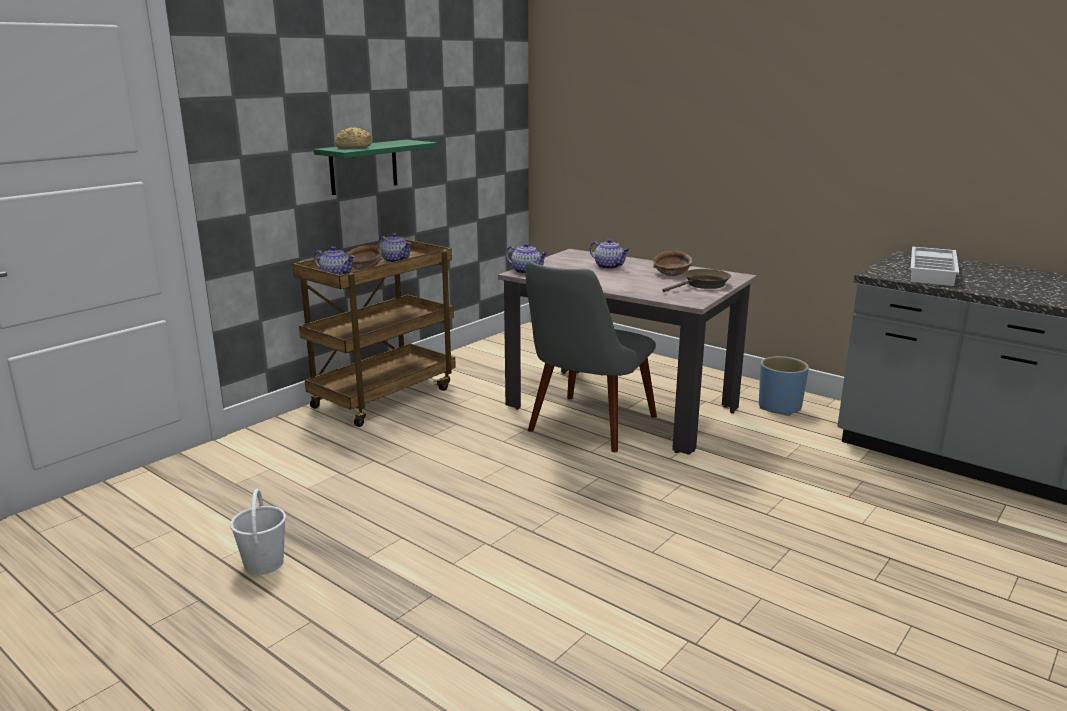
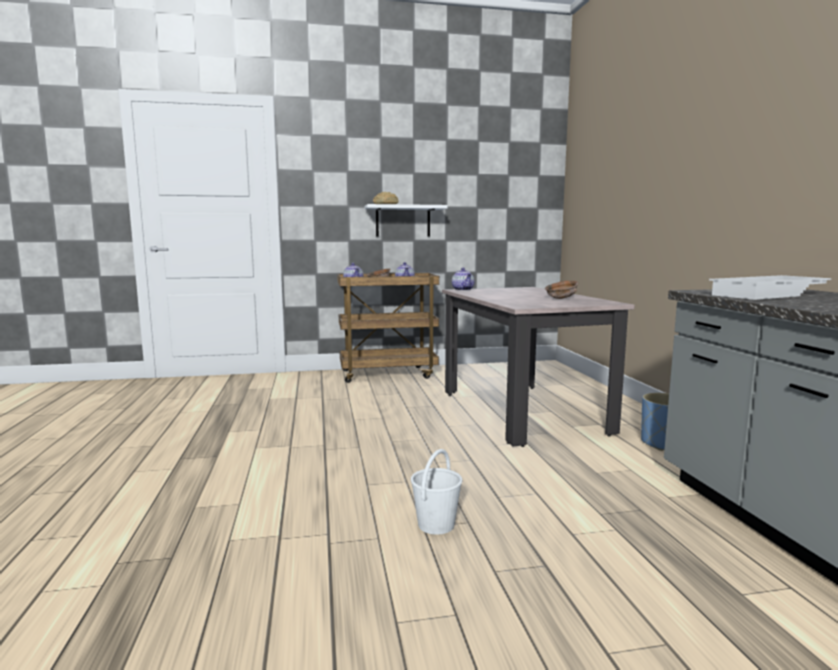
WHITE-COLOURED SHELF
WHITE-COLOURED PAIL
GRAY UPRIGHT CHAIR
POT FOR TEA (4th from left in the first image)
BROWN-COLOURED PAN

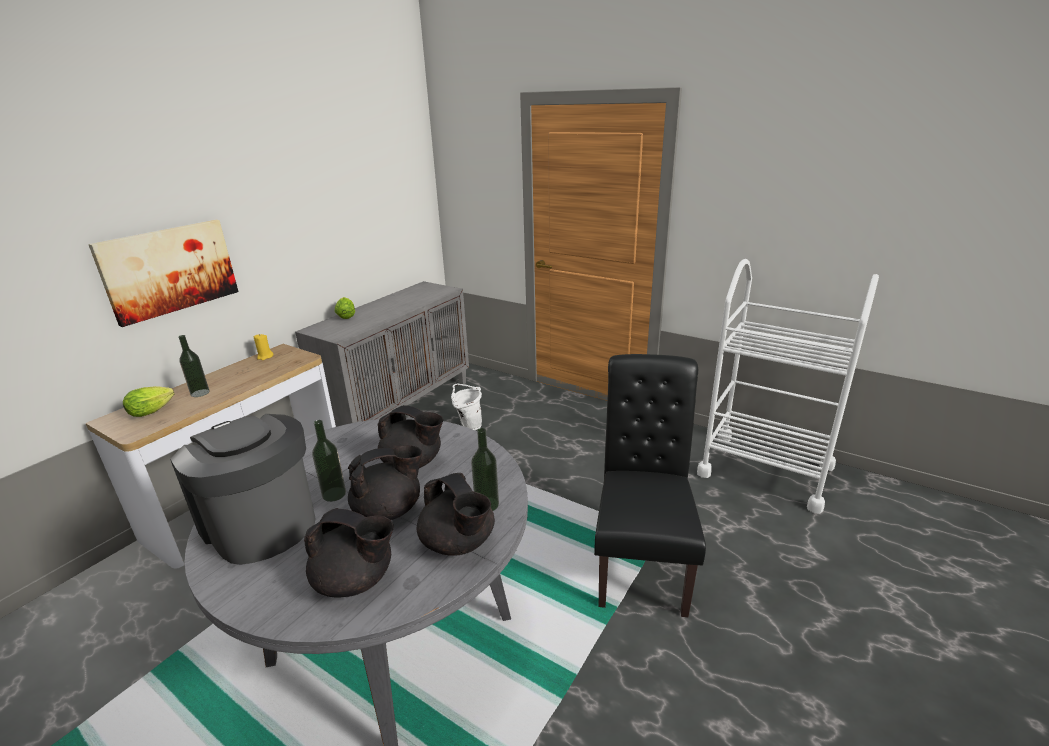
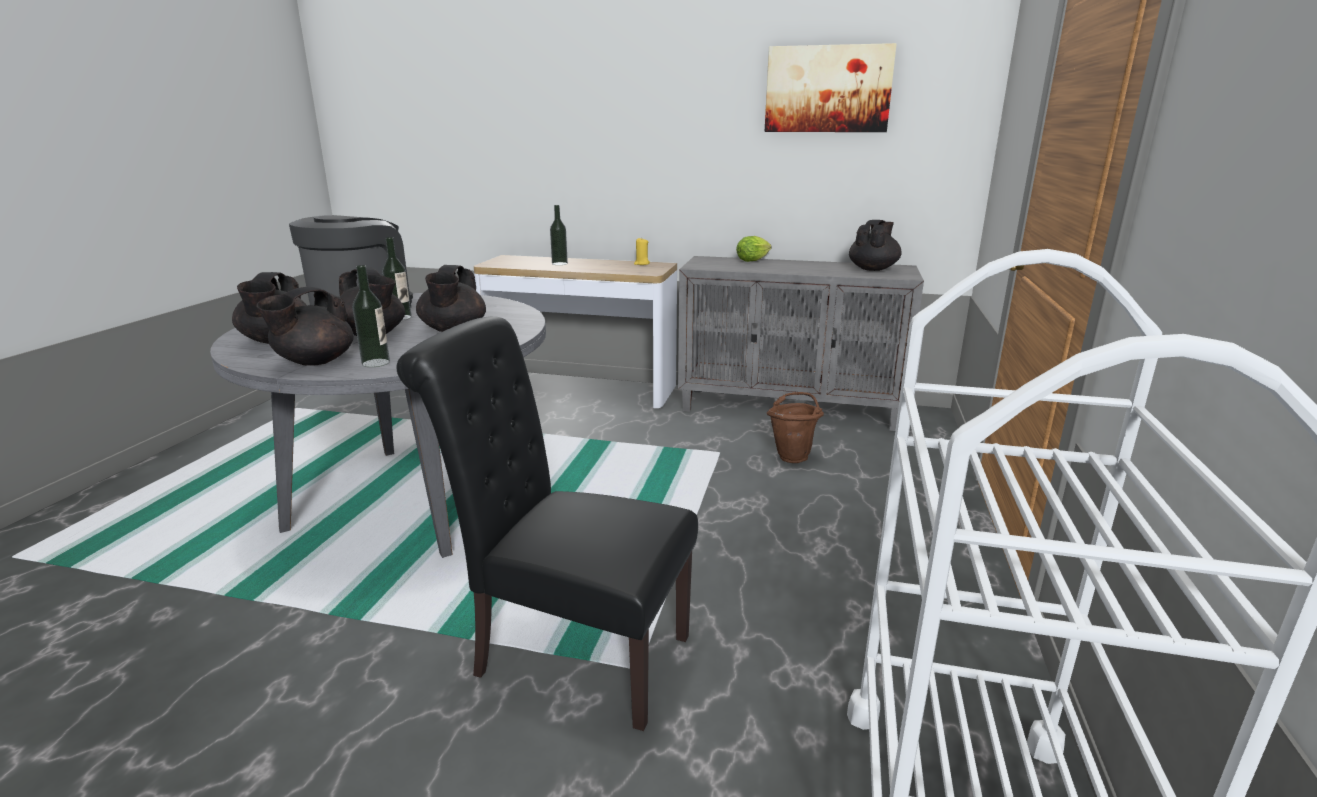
BLACKISH UPRIGHT CHAIR
PICTURE
BROWN-COLOURED PAIL
BLACKISH POT FOR TEA (5th from left)
HEAD OF LETTUCE (1st from left in the first image)

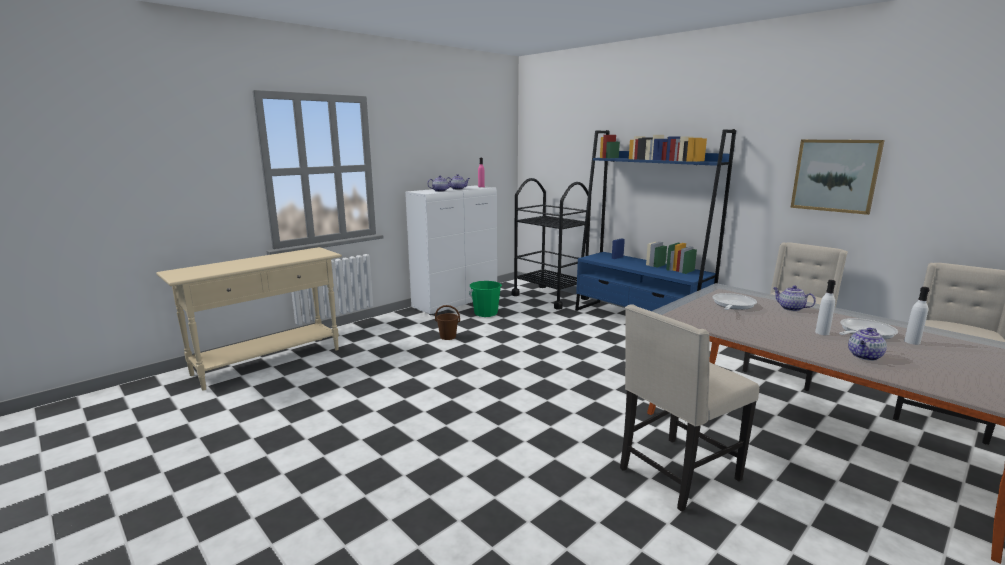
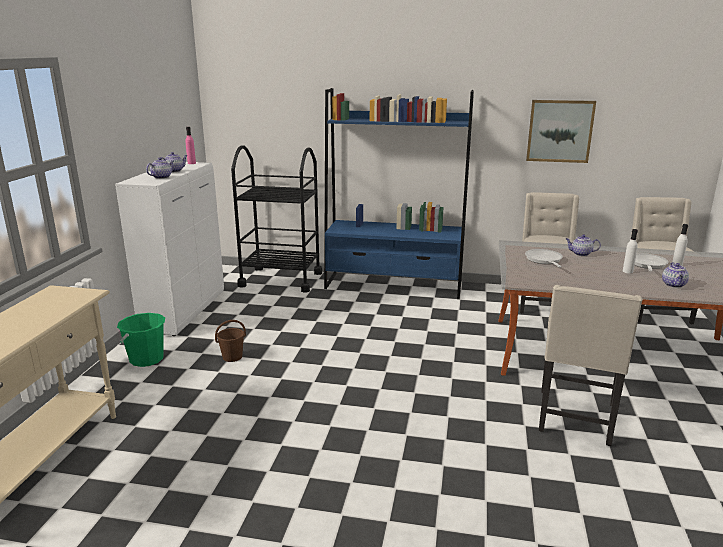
GREENISH PAIL

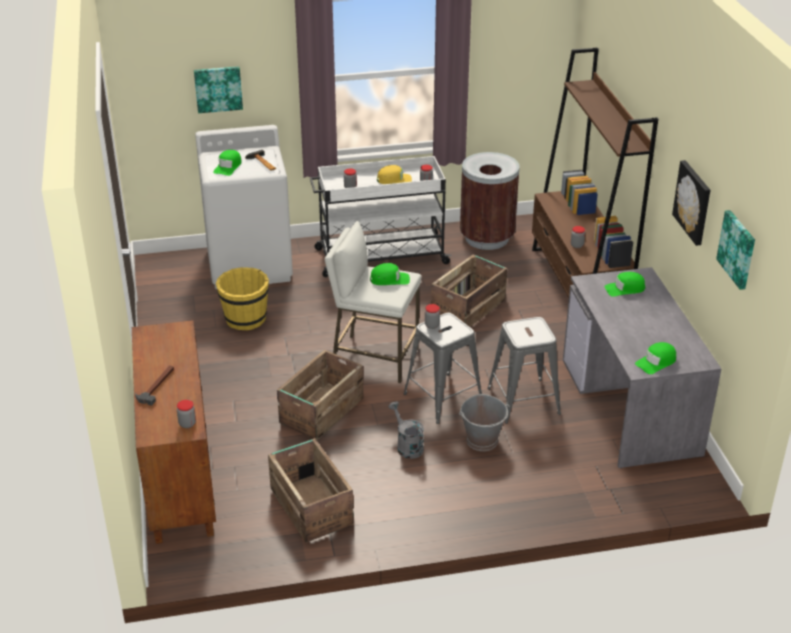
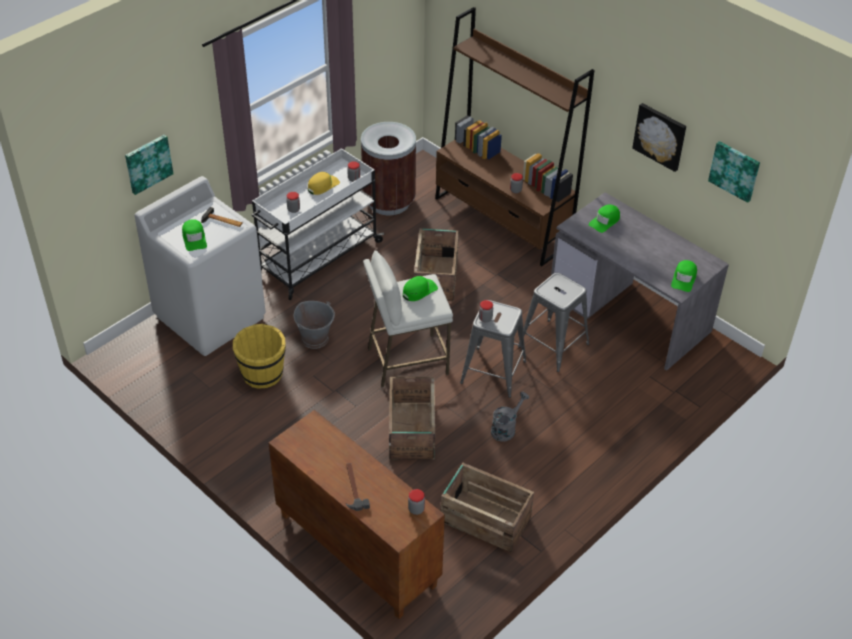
GRAY PAIL
GRAY SPRINKLING CAN

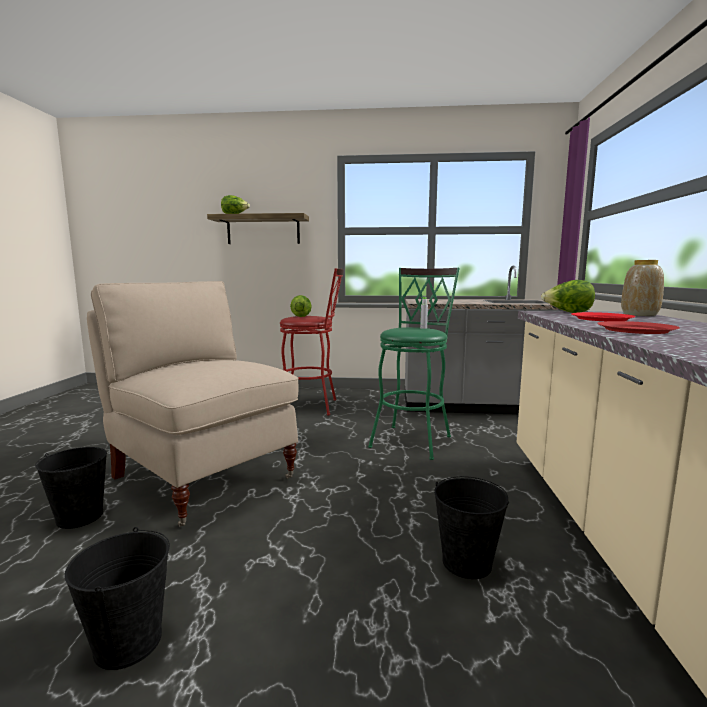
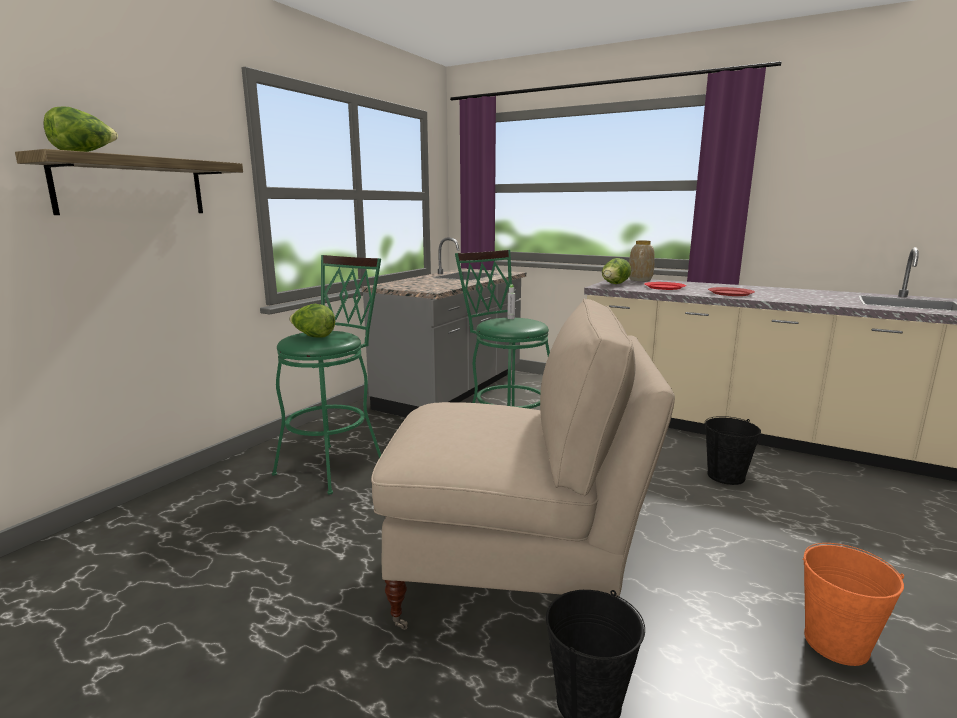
GREENISH STOOL (1st from left)
BEIGE-COLOURED UPRIGHT CHAIR
ORANGE PAIL

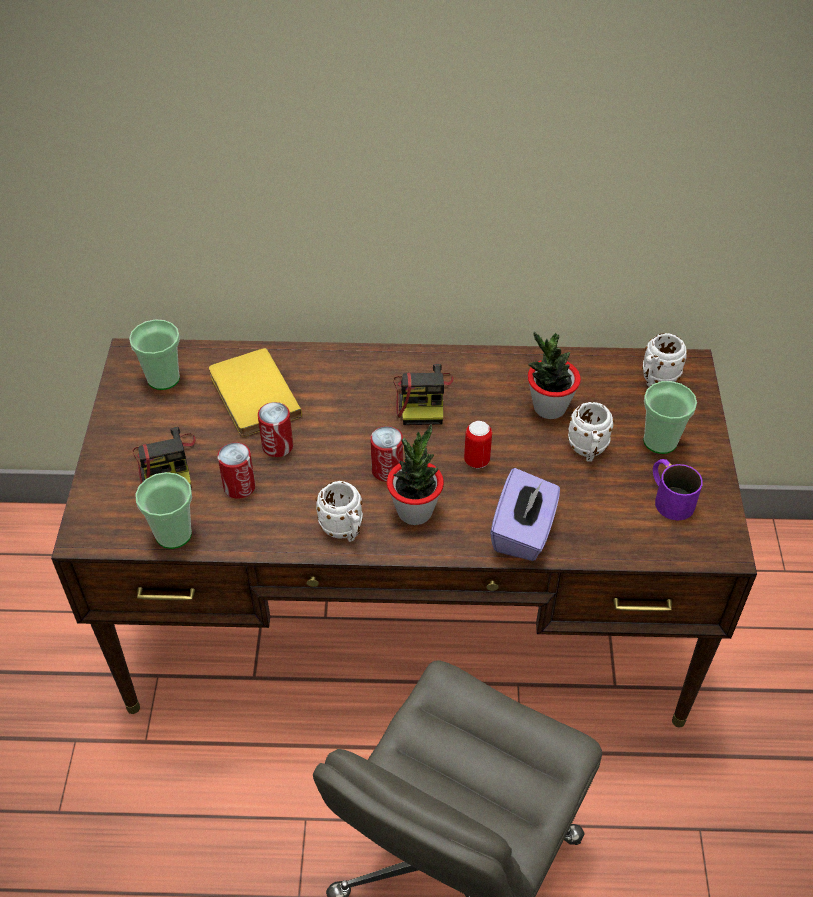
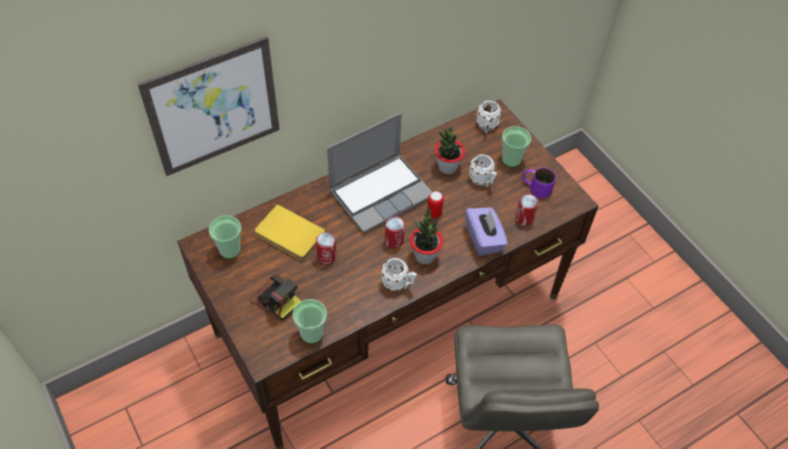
PICTURE
NOTEBOOK COMPUTER
SEALED CAN (4th from left)

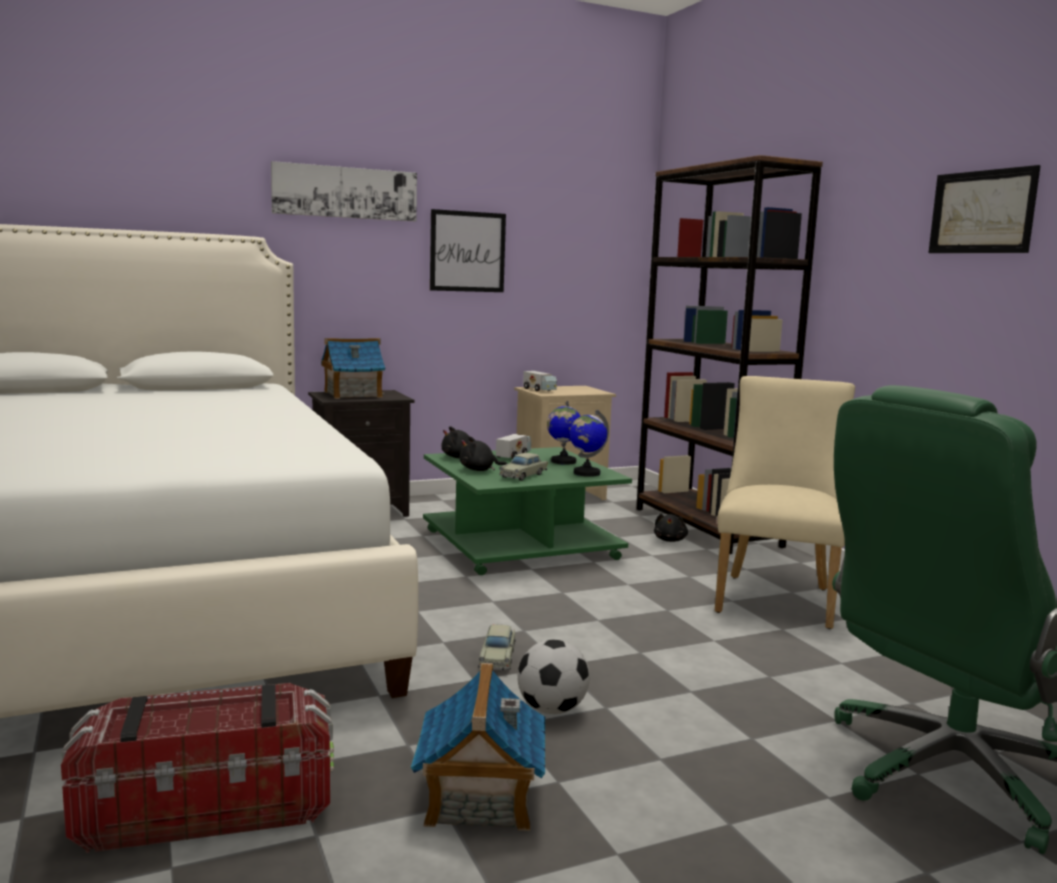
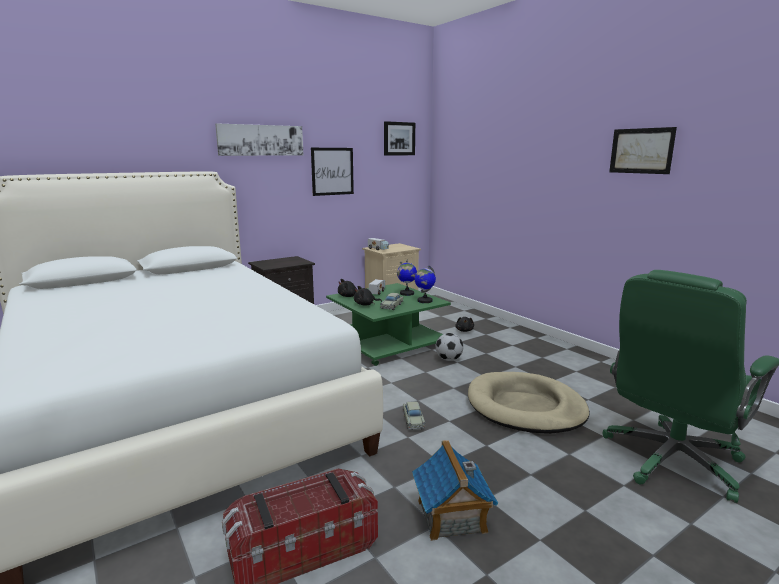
PICTURE (3rd from left)
FOOTBALL BALL
BEIGE-COLOURED DOG BED
MODEL HOUSE (1st from left in the first image)
BROWN-COLOURED SHELVING UNIT
BEIGE-COLOURED UPRIGHT CHAIR

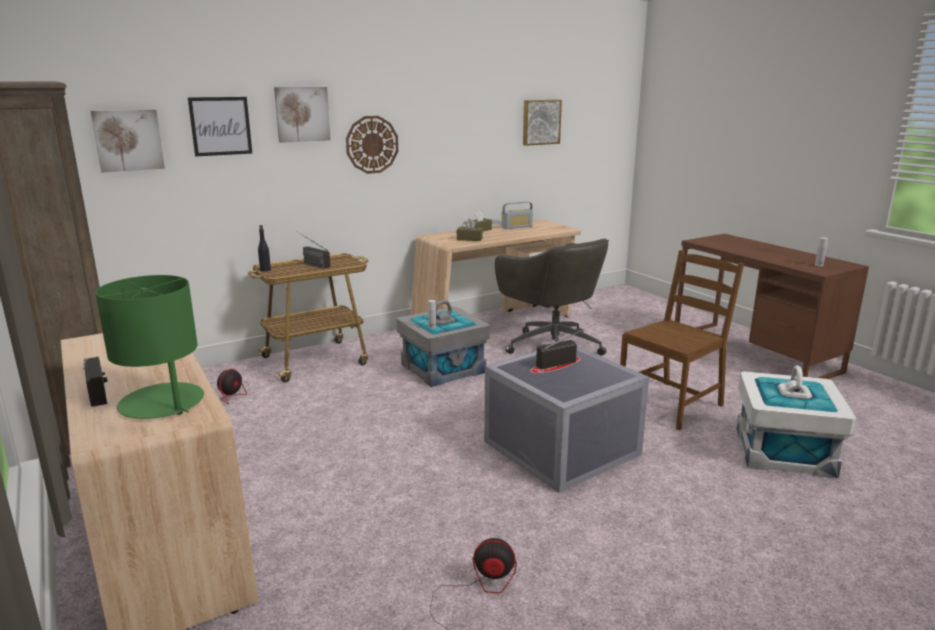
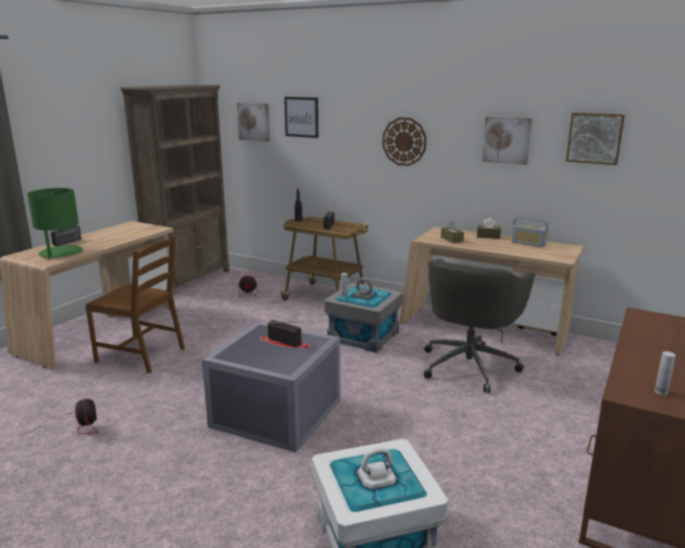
BROWN-COLOURED UPRIGHT CHAIR
PICTURE (3rd from left)

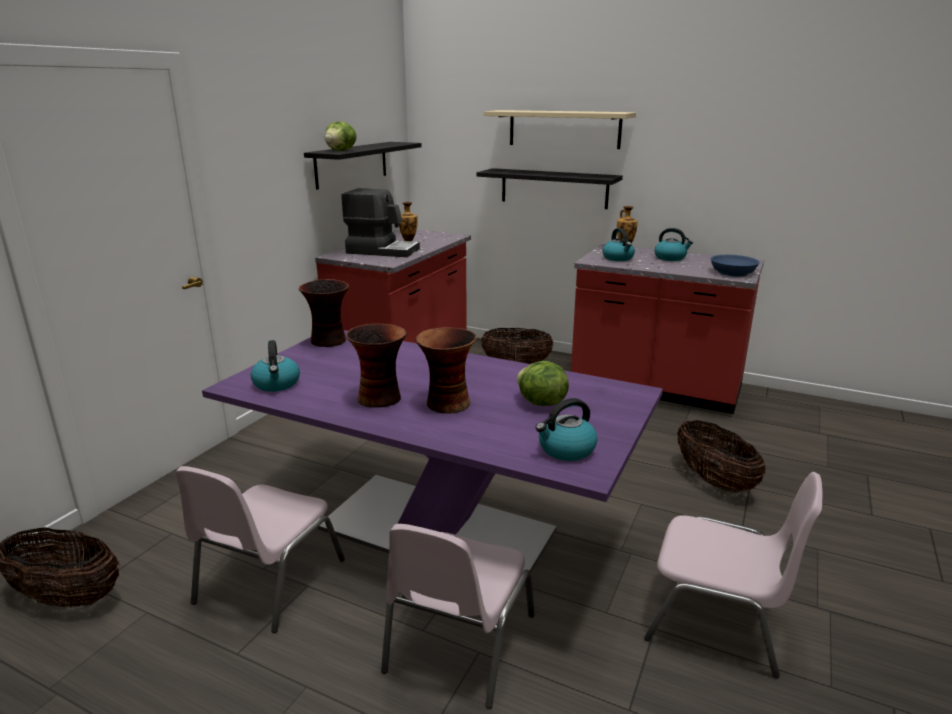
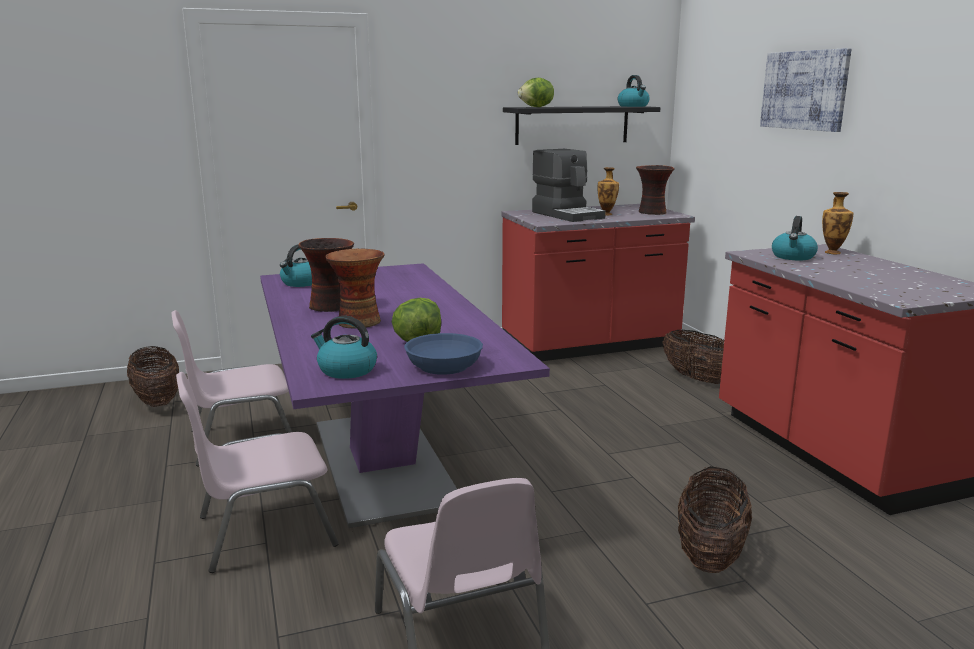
BLUE BOWL
KETTLE (3rd from left)
DECORATIVE VASE (4th from left)
PICTURE
BLACKISH SHELF (2nd from left in the first image)

